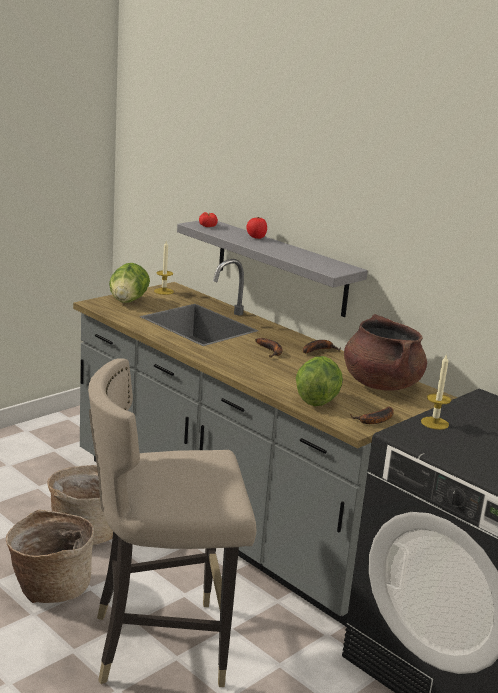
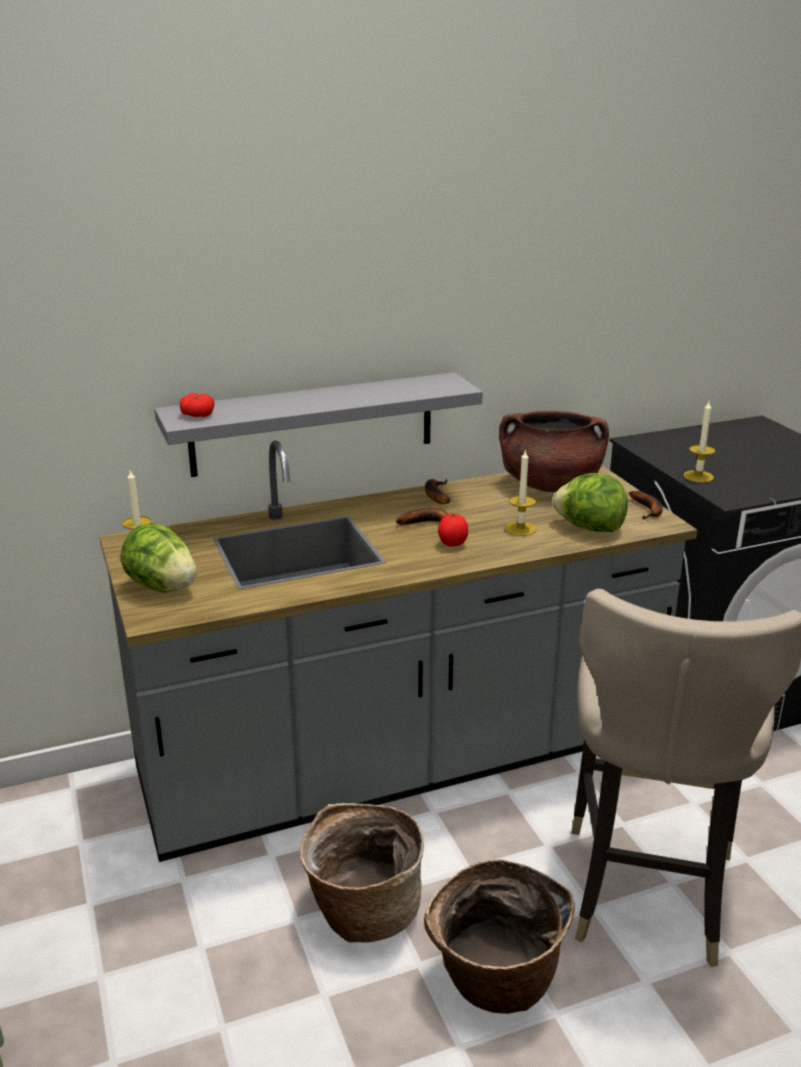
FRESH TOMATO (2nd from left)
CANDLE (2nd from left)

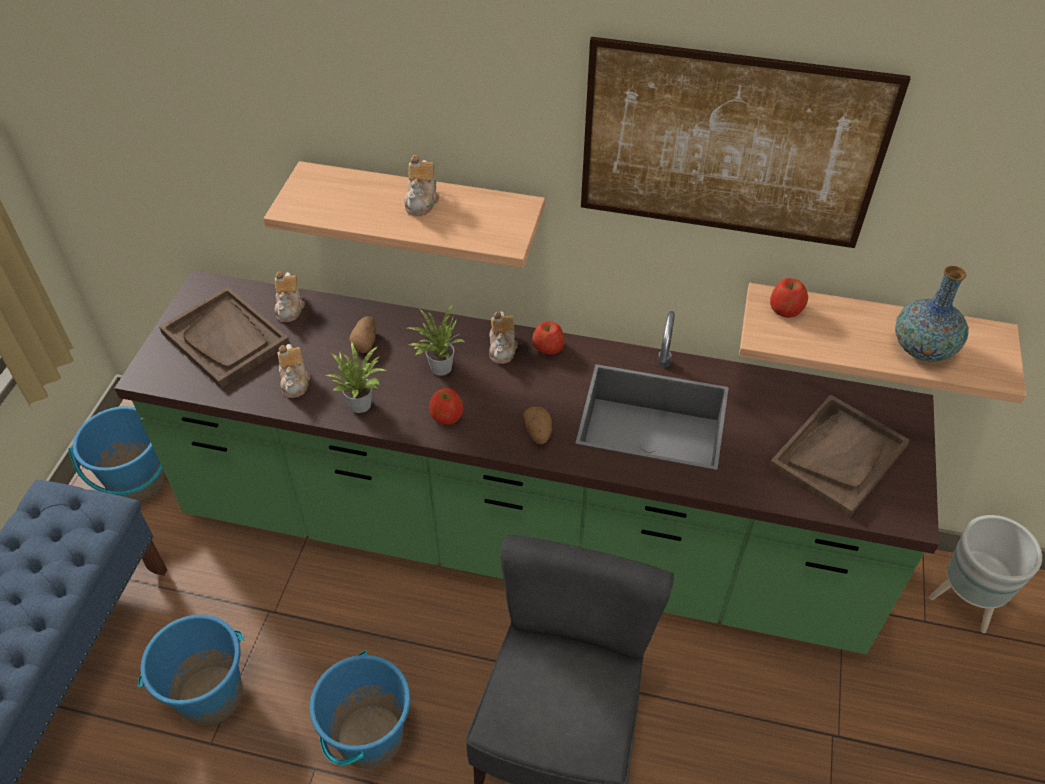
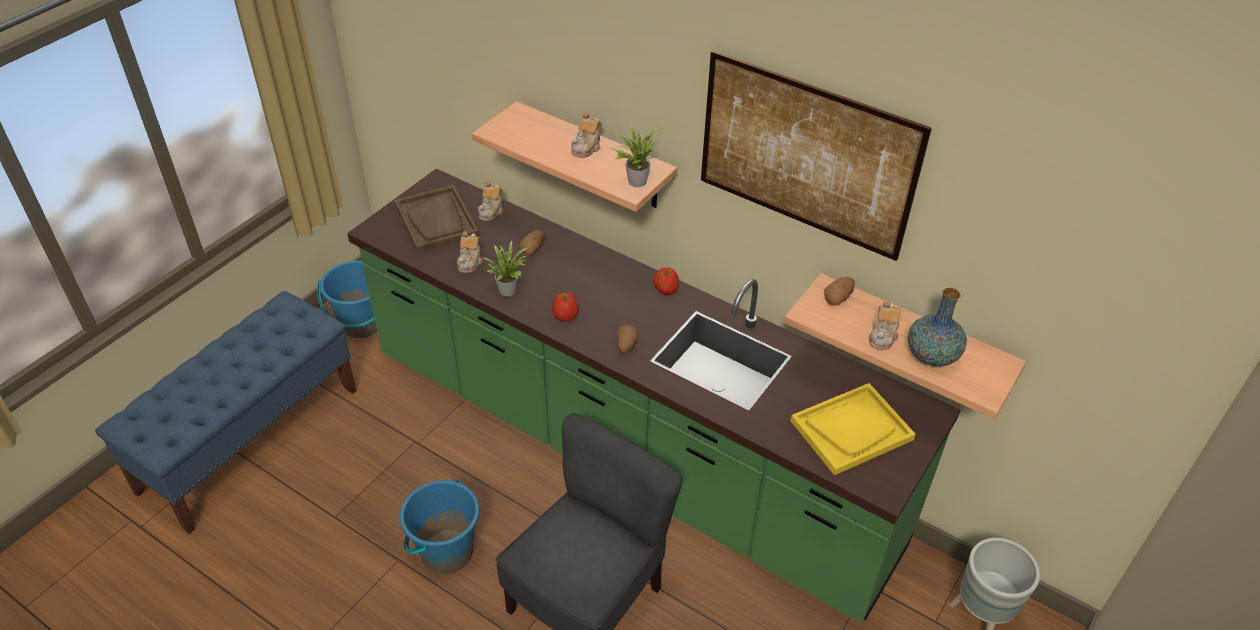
HOUSEPLANT (2nd from left)
YELLOW-COLOURED CARRYING TRAY
POTATO (3rd from left)
POT FOR TEA (4th from left)
BLUE PAIL (2nd from left in the first image)

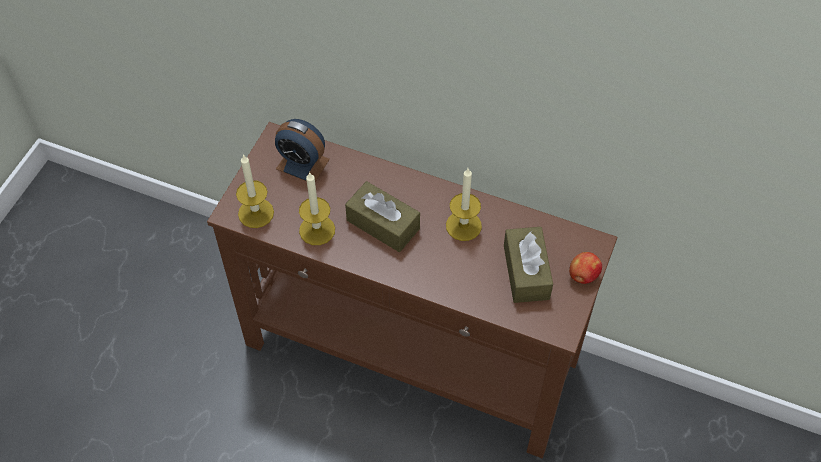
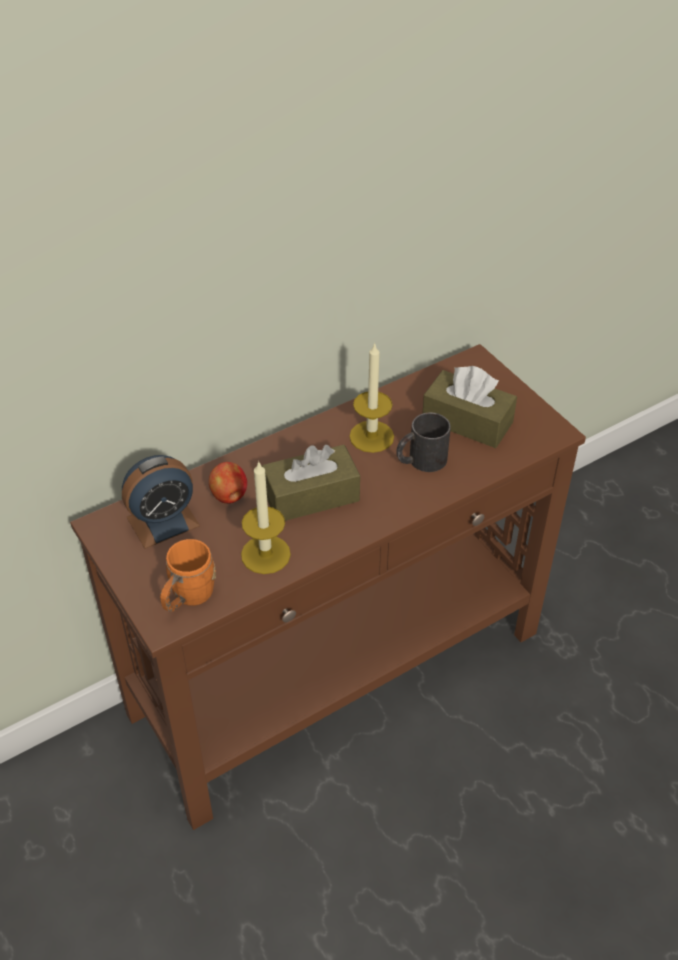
ORANGE COFFEE MUG
APPLE FRUIT
BLACKISH COFFEE MUG

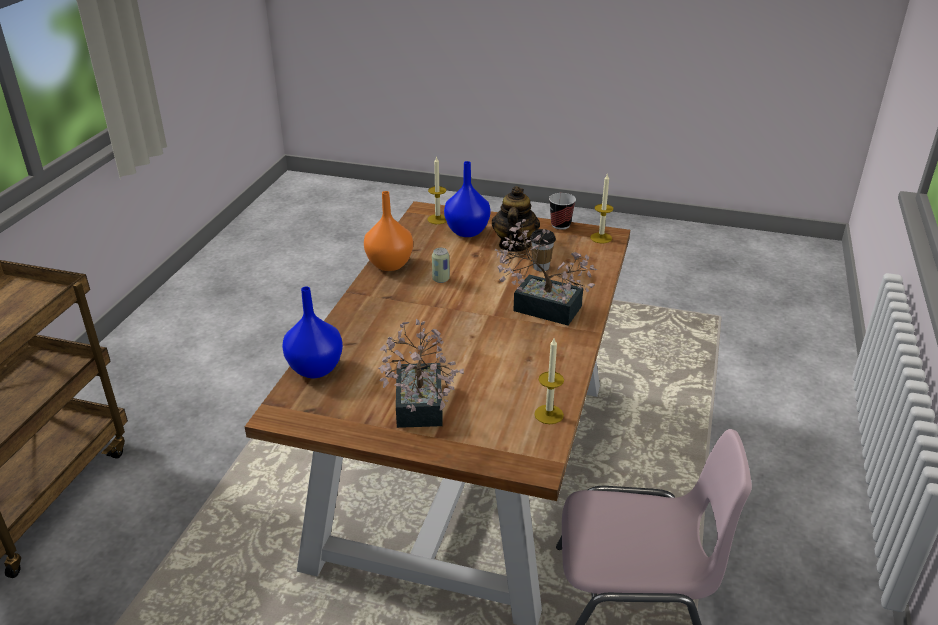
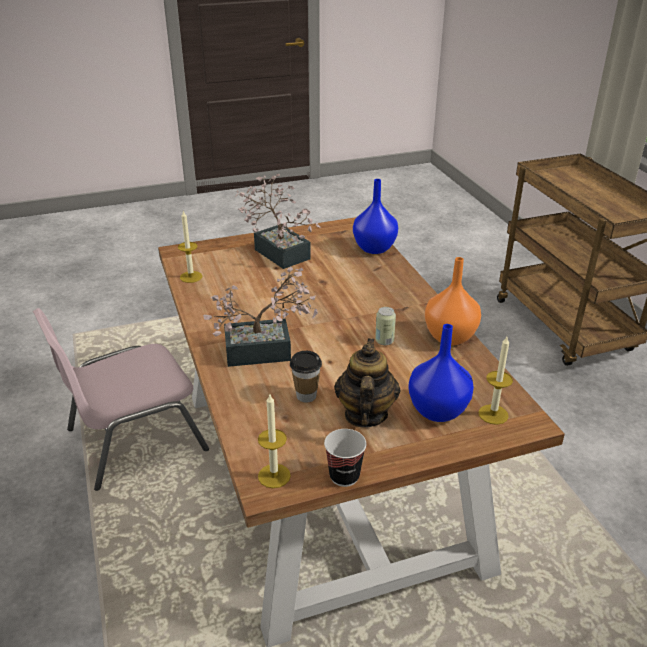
POT FOR TEA

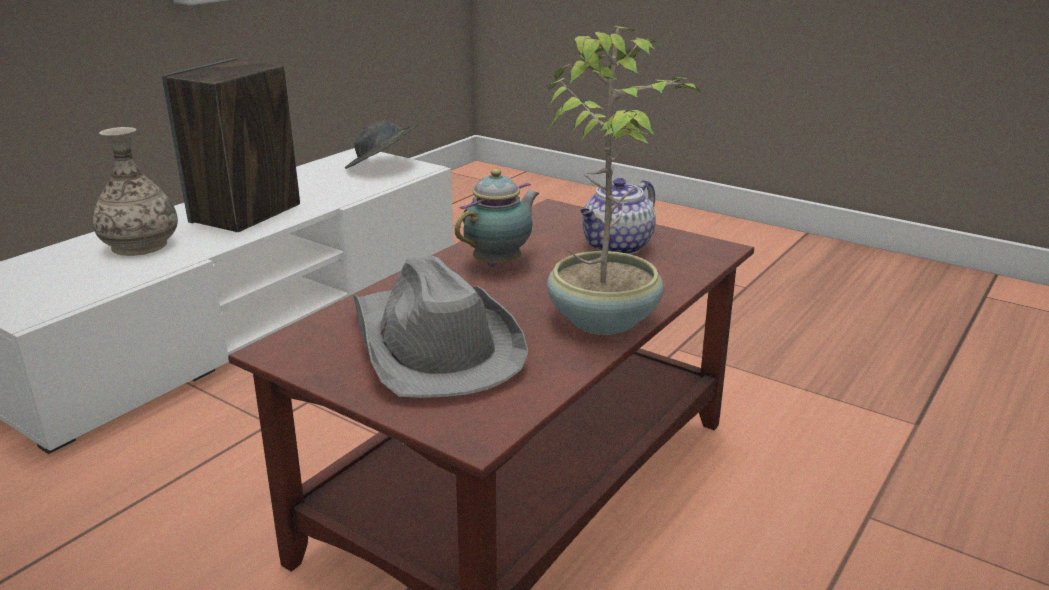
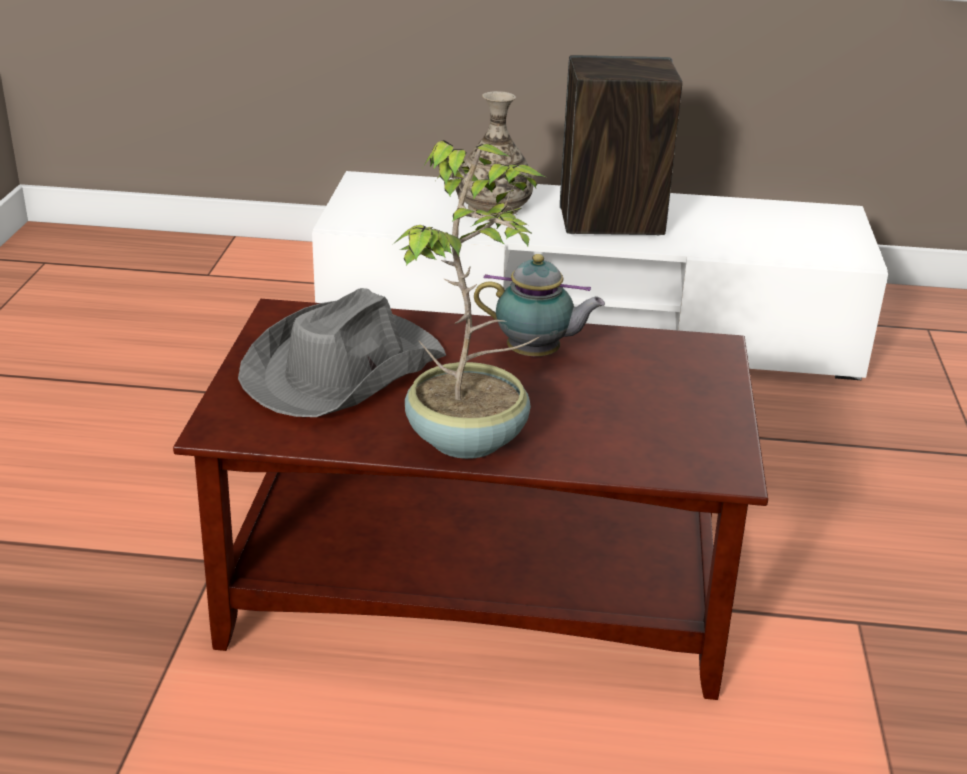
GRAY WEARABLE HAT (1st from left in the first image)
POT FOR TEA (2nd from left in the first image)

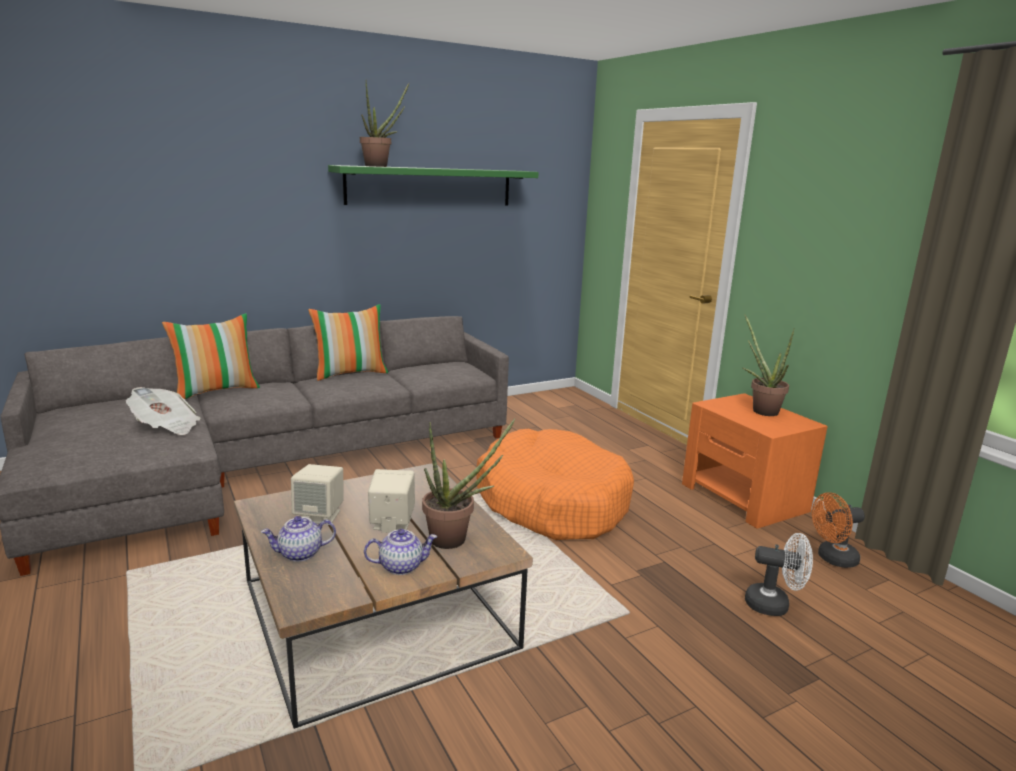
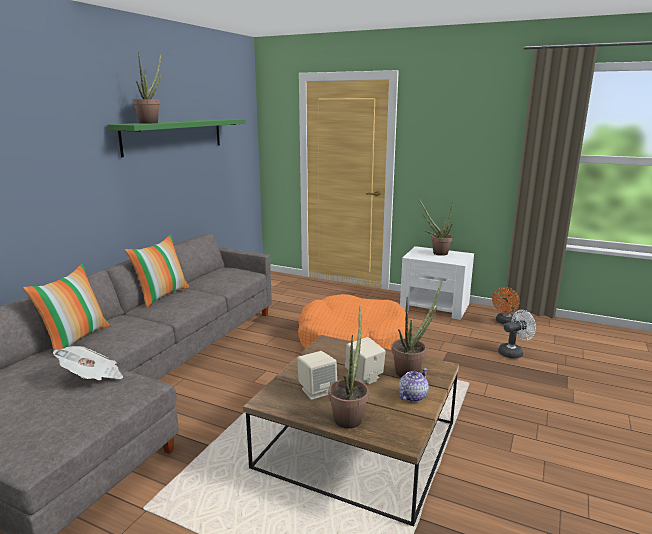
HOUSEPLANT (2nd from left)
WHITE-COLOURED NIGHT TABLE

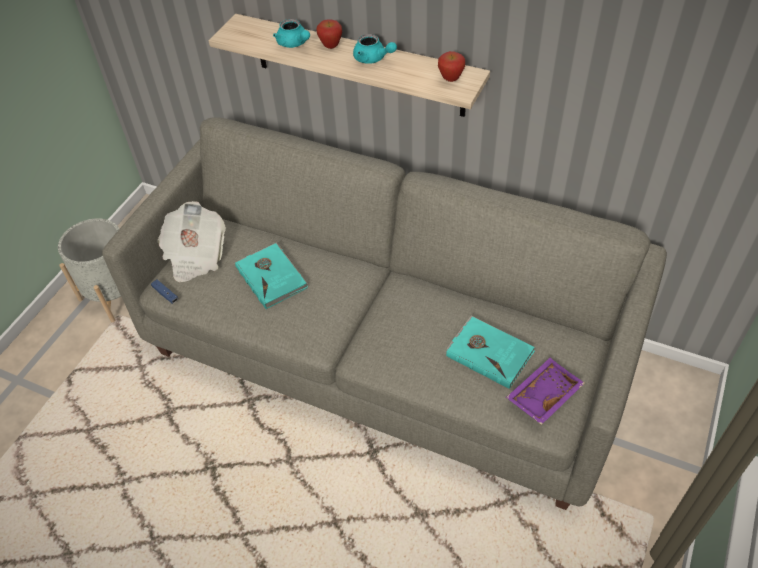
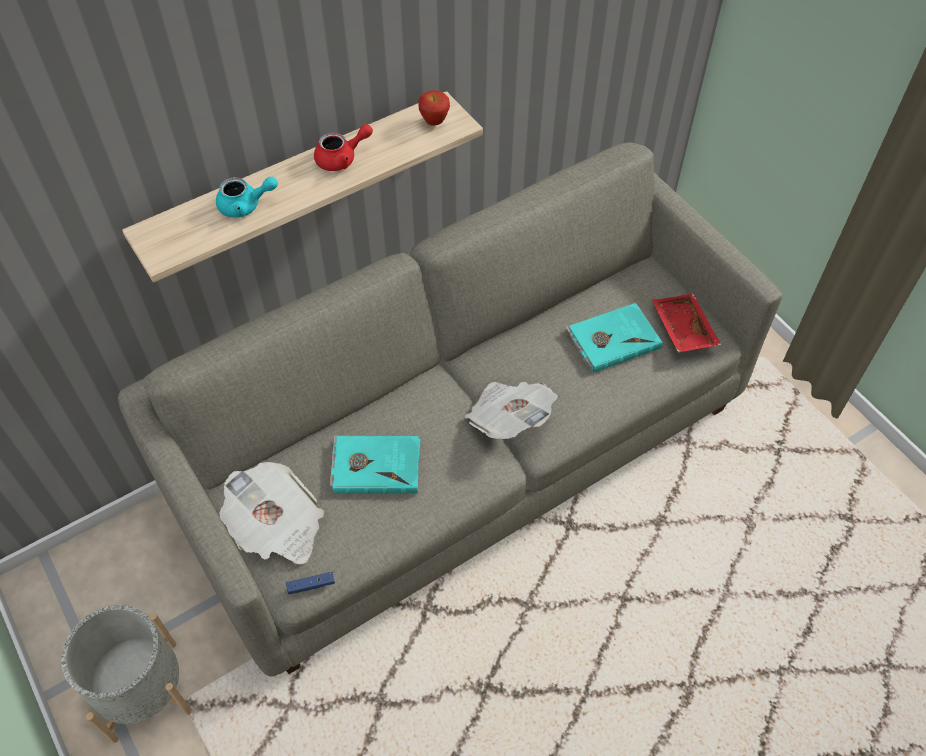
REDDISH POT FOR TEA
PRINTED PAPER (2nd from left)
REDDISH CARRYING TRAY
APPLE FRUIT (1st from left in the first image)

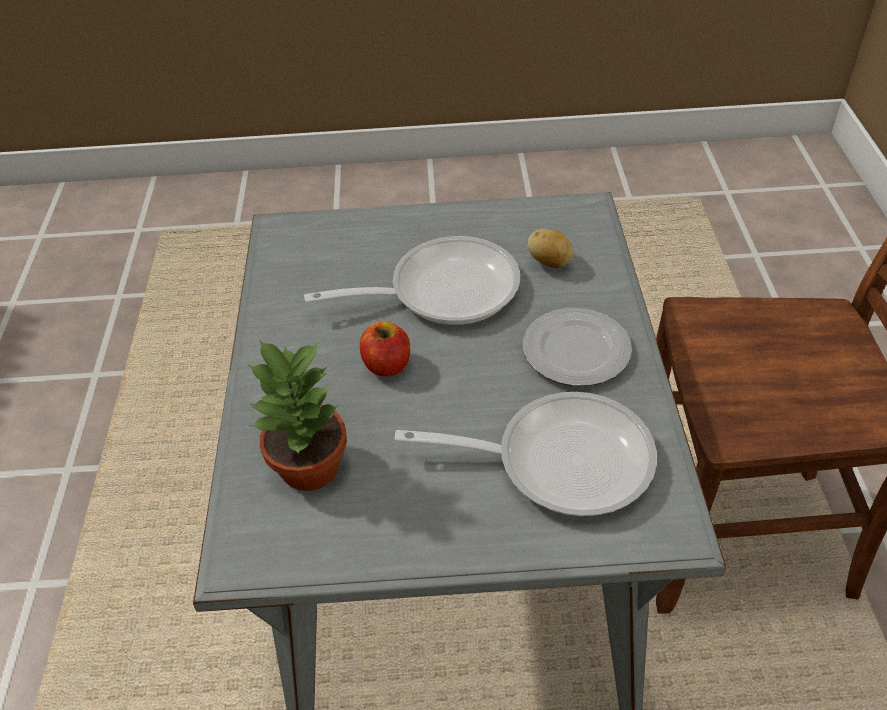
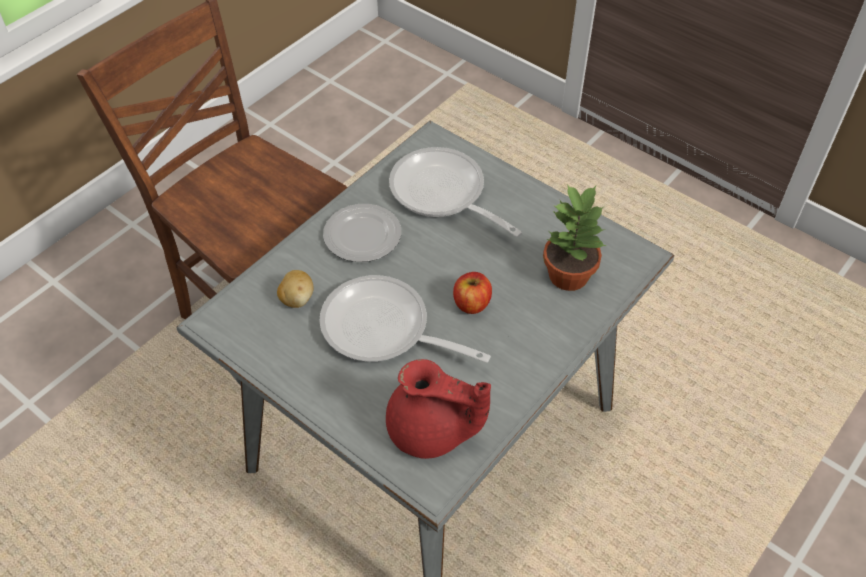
REDDISH POT FOR TEA

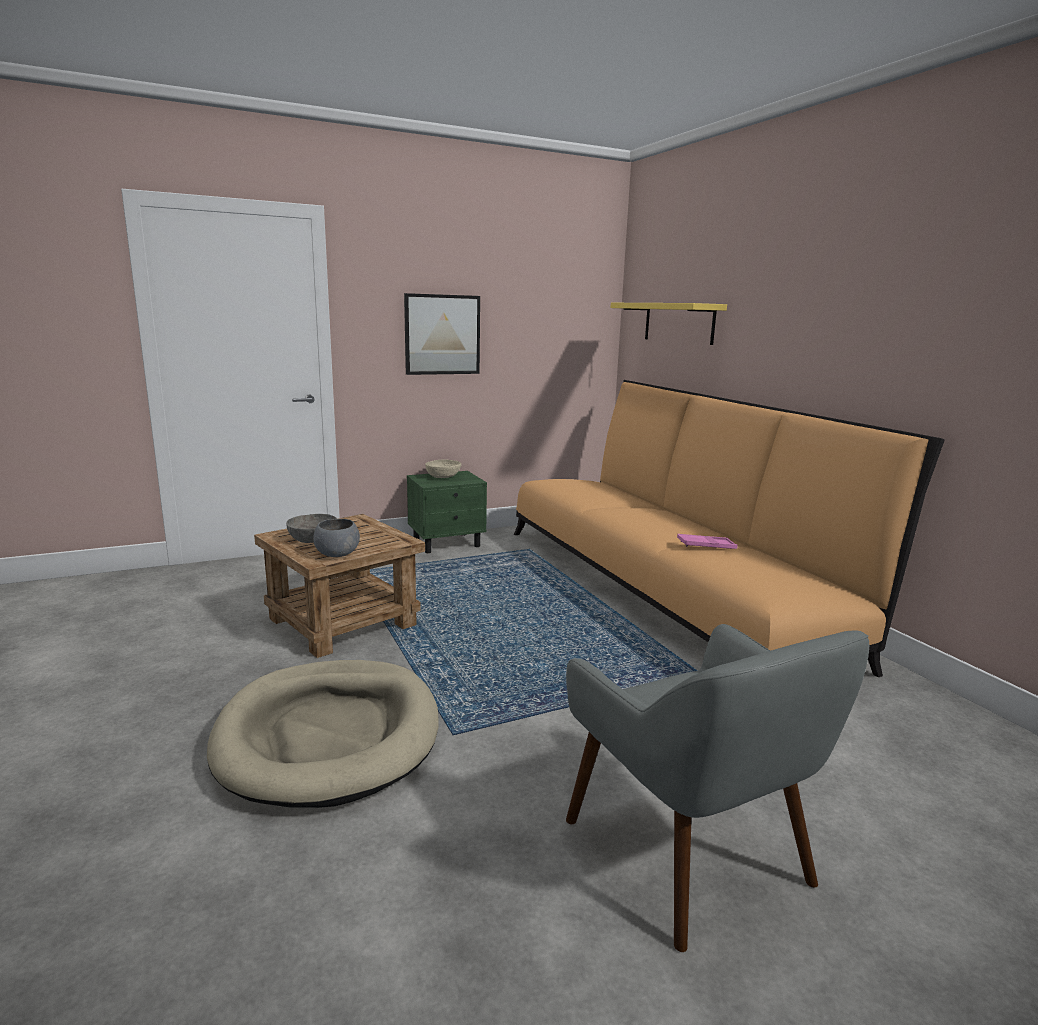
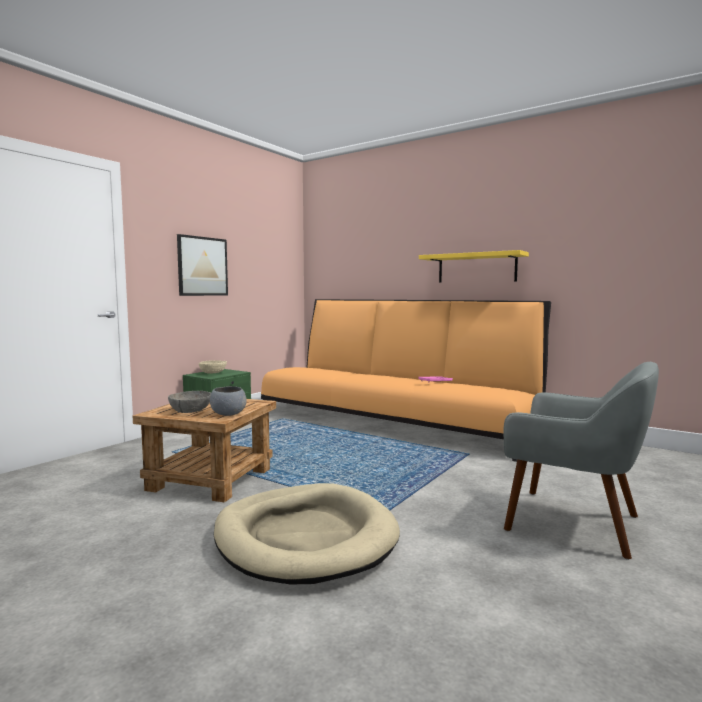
YELLOW-COLOURED SHELF

